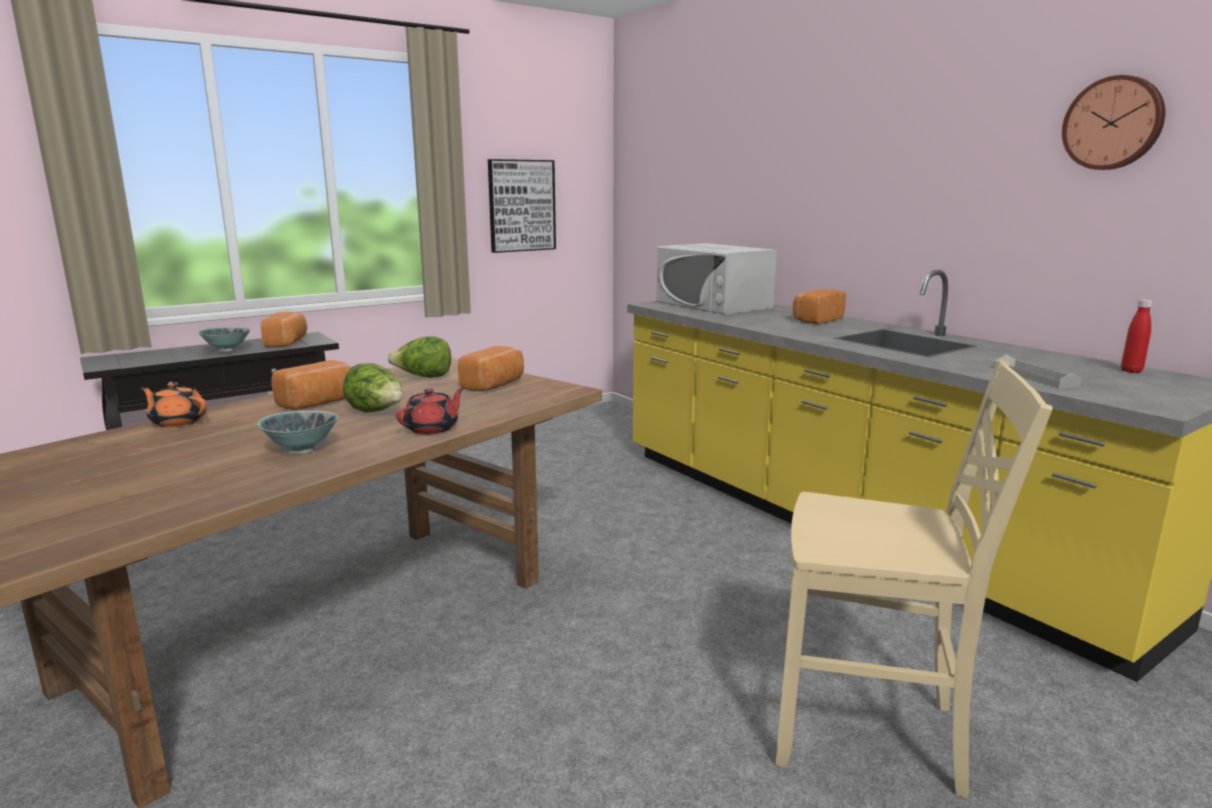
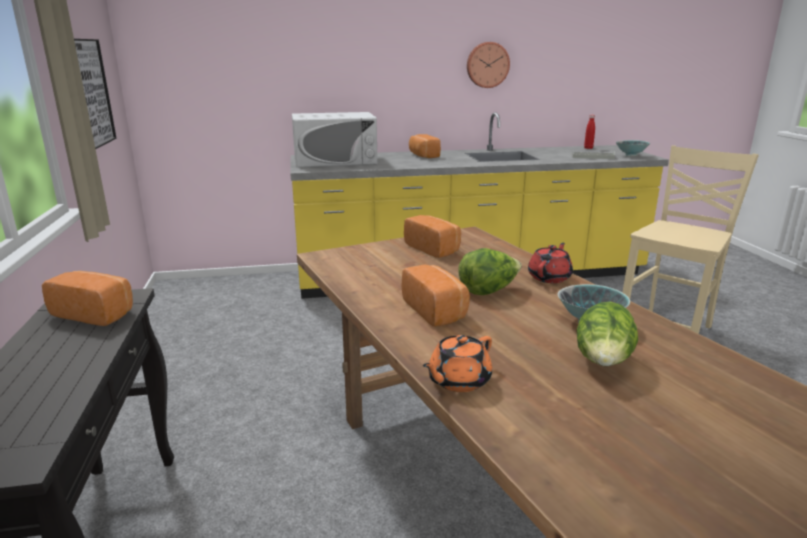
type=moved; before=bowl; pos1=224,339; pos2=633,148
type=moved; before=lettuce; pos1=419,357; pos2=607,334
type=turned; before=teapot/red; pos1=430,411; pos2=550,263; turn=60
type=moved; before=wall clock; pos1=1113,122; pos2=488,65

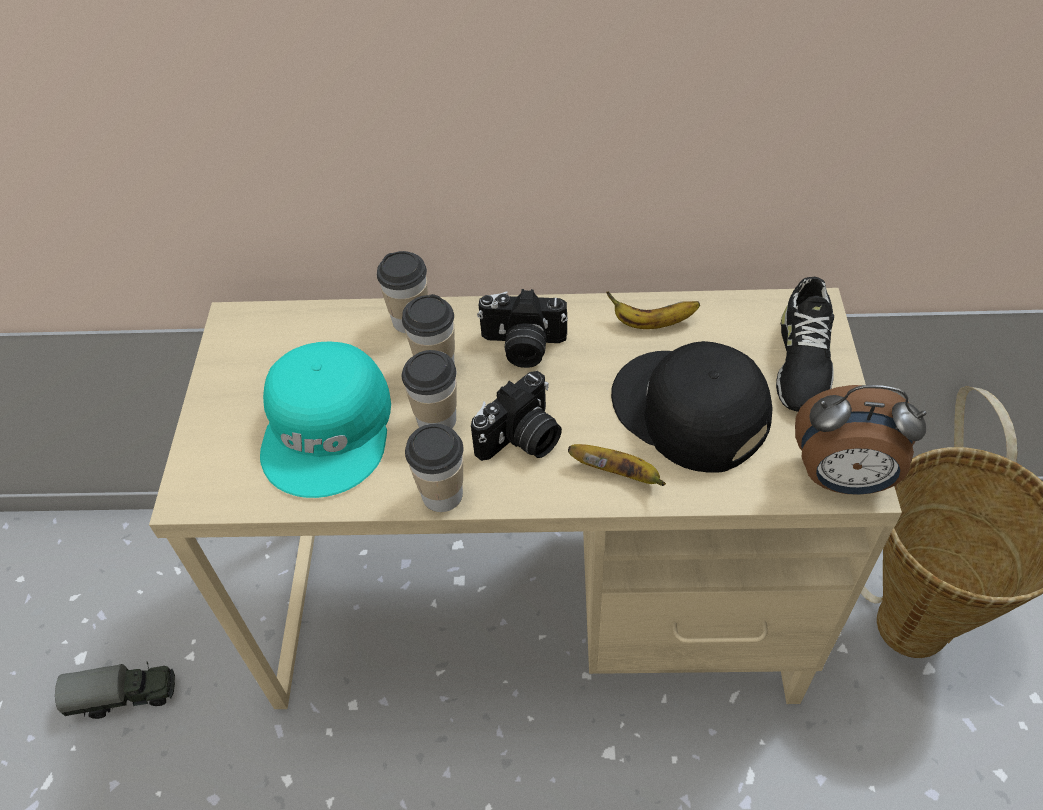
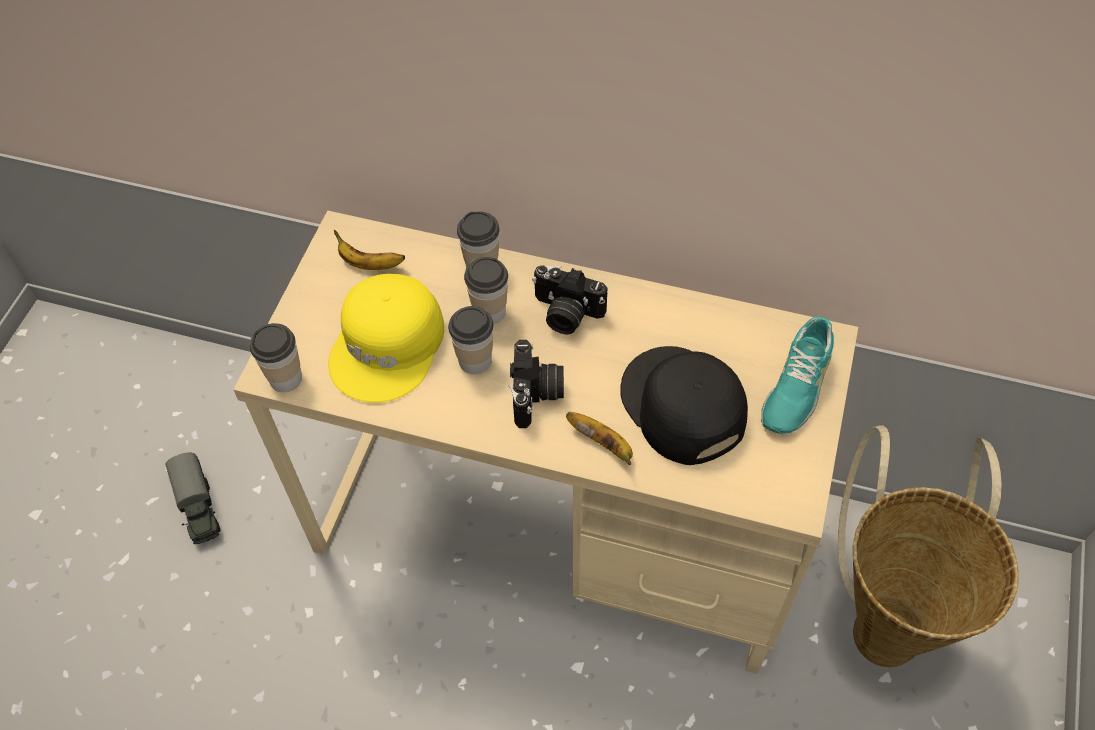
type=turned; before=toy truck; pos1=115,690; pos2=192,498; turn=60
type=recoloured; before=cap/turquoise; after=cap/yellow; pos1=325,419; pos2=386,338
type=moved; before=cup; pos1=434,468; pos2=276,357
type=turned; before=photo camera; pos1=516,416; pos2=536,384; turn=-60
type=moved; before=banana; pos1=653,310; pos2=369,250
type=recoloured; before=shoe/black; after=shoe/turquoise; pos1=805,344; pos2=797,375
type=removed; before=alarm clock; pos1=860,440

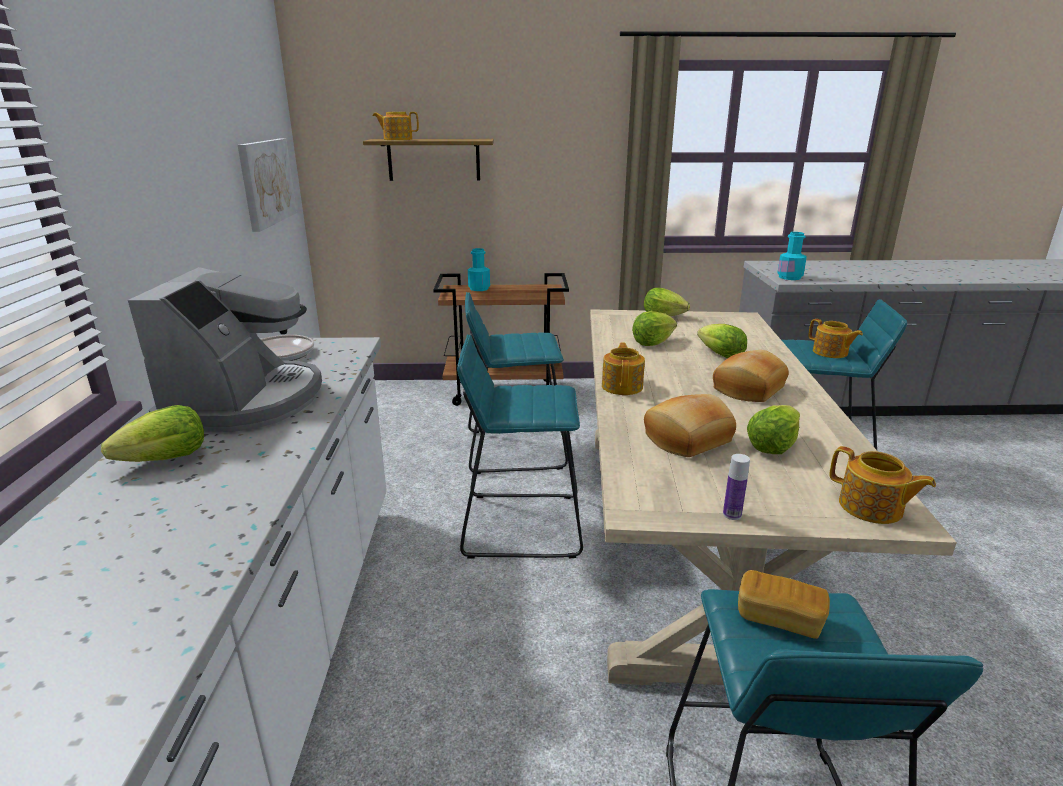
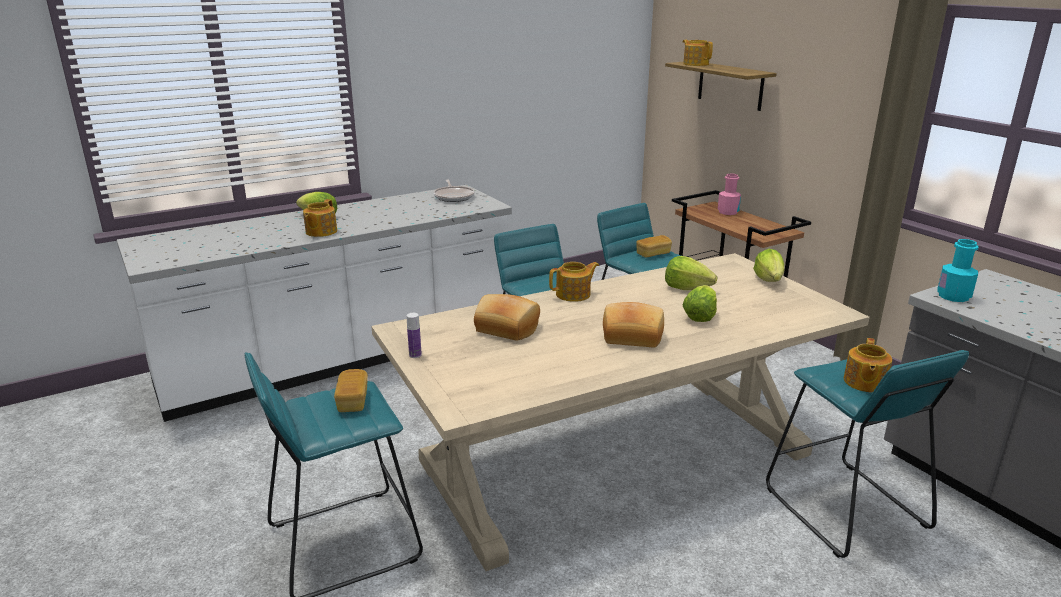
type=removed; before=coffee machine; pos1=225,349
type=removed; before=picture; pos1=267,185
type=recoloured; before=bottle/turquoise; after=bottle/pink; pos1=479,269; pos2=729,194
type=removed; before=lettuce; pos1=773,429
type=moved; before=teapot; pos1=882,485; pos2=320,218
type=added; after=bread; pos2=654,246

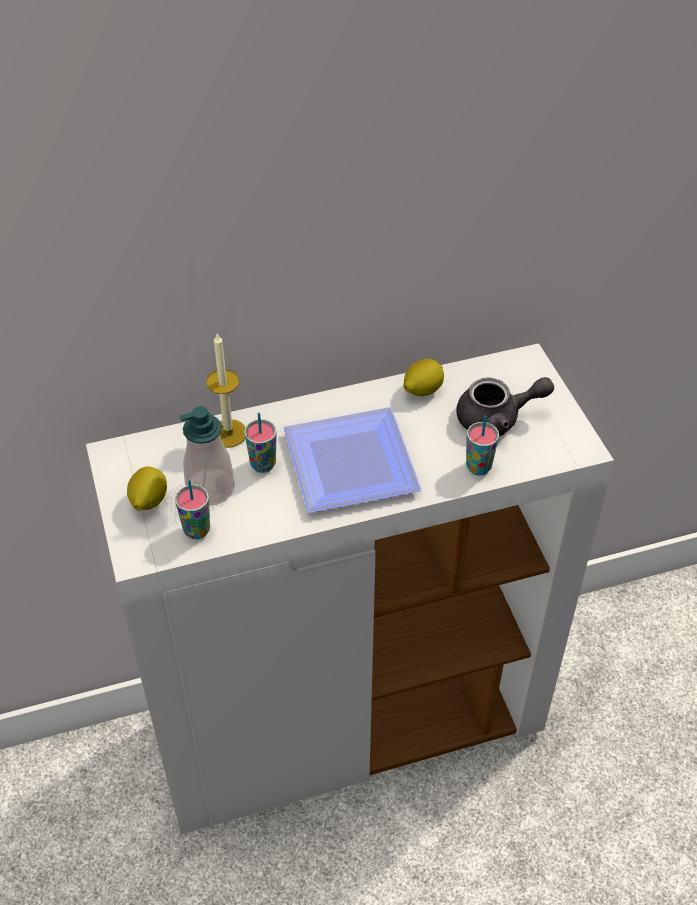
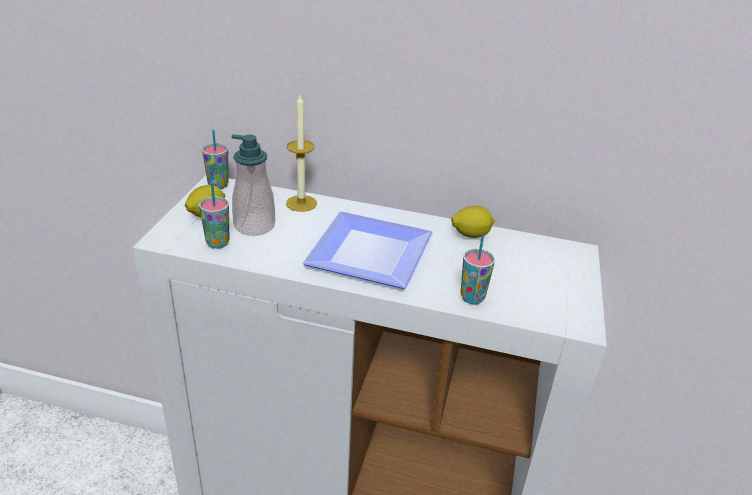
type=moved; before=cup; pos1=260,443; pos2=215,159
type=removed; before=teapot/grey; pos1=505,406

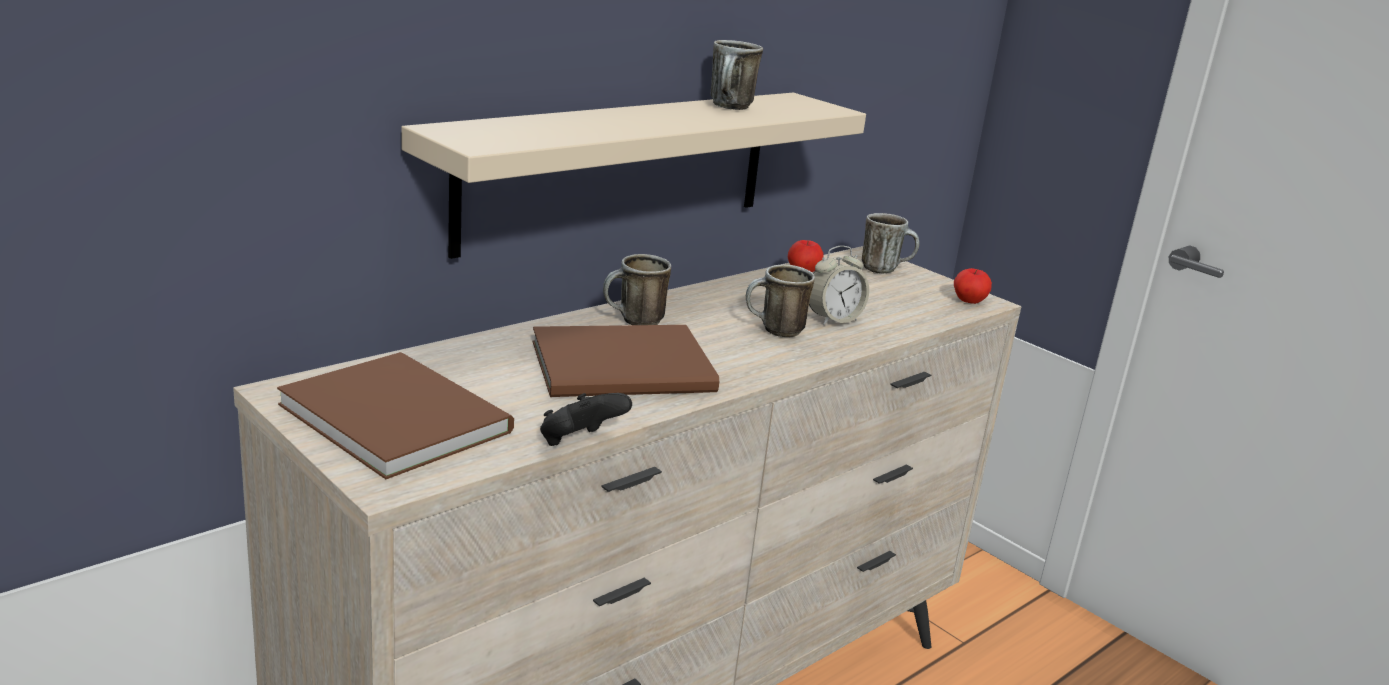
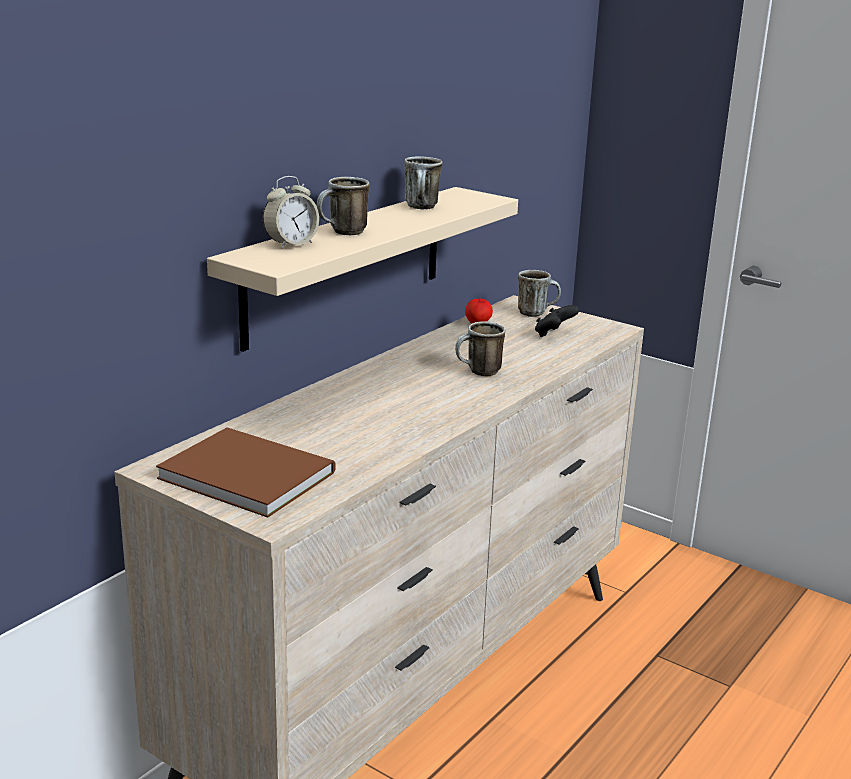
type=removed; before=book/brown; pos1=626,361
type=moved; before=game controller/black; pos1=586,419; pos2=557,321
type=moved; before=mug; pos1=637,289; pos2=343,206
type=moved; before=alarm clock; pos1=839,285; pos2=291,212
type=removed; before=apple; pos1=973,286

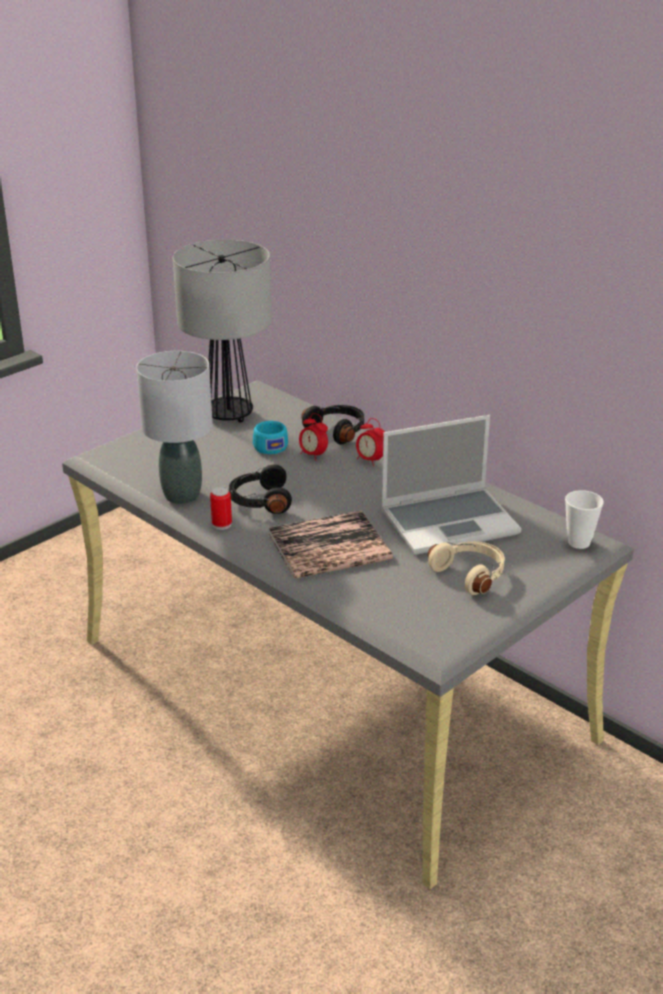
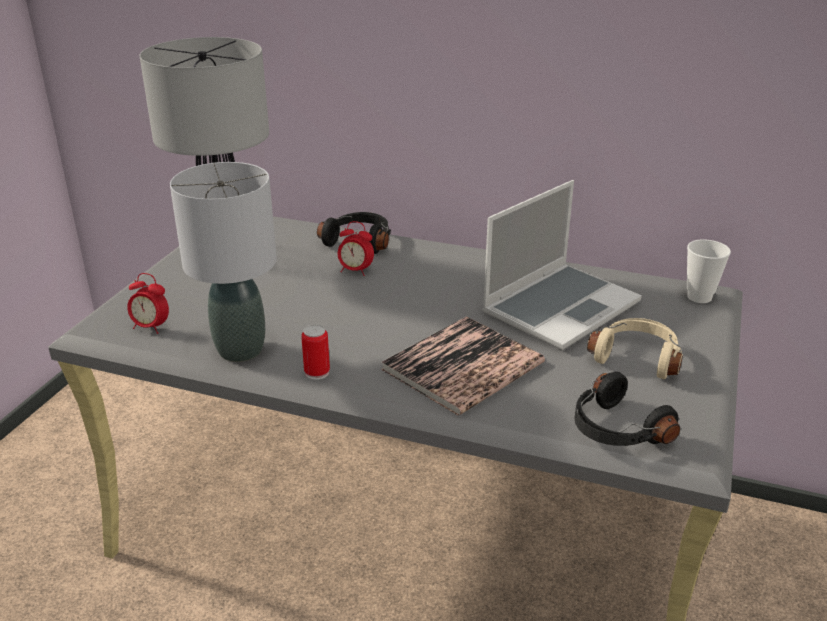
type=moved; before=headphones/black; pos1=260,489; pos2=627,409
type=removed; before=cup/turquoise; pos1=270,437
type=moved; before=alarm clock; pos1=370,442; pos2=148,303

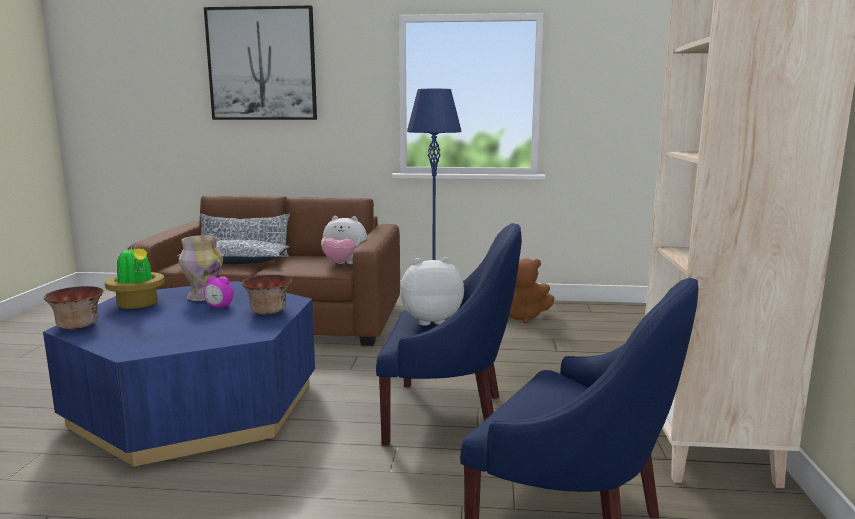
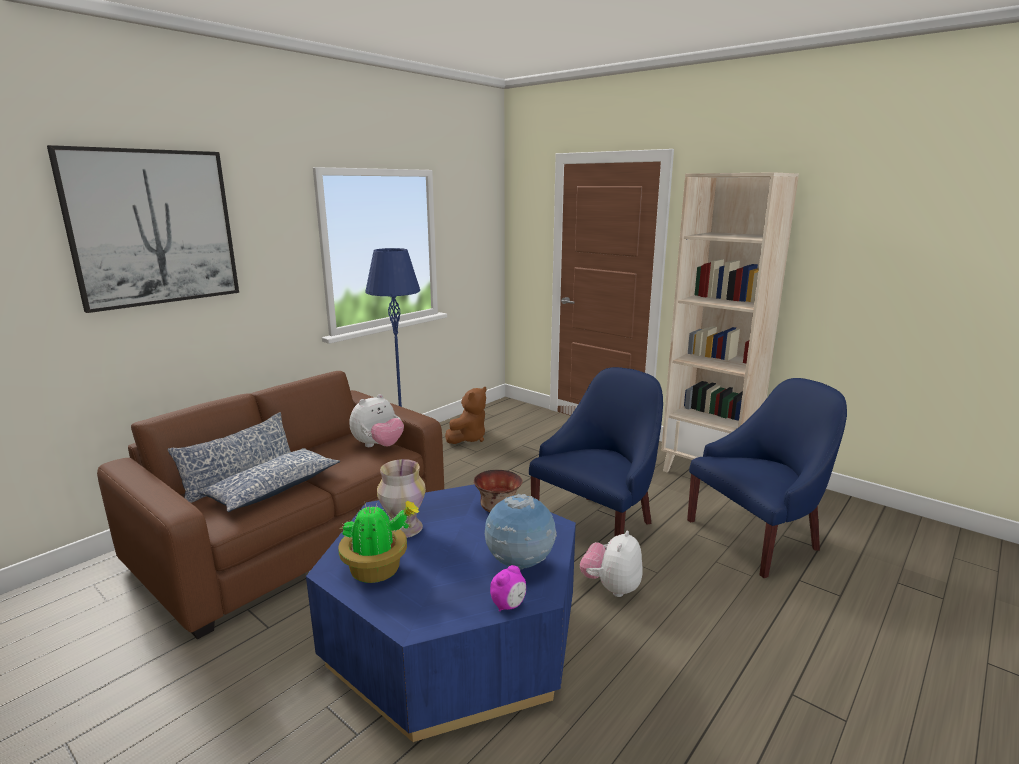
type=removed; before=bowl; pos1=74,307
type=moved; before=alarm clock; pos1=219,292; pos2=508,588
type=moved; before=plush toy; pos1=432,291; pos2=611,564
type=added; after=globe; pos2=521,531

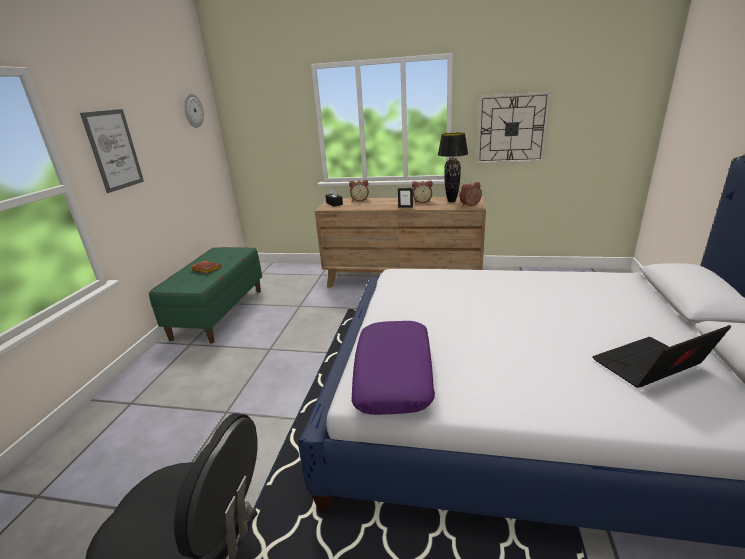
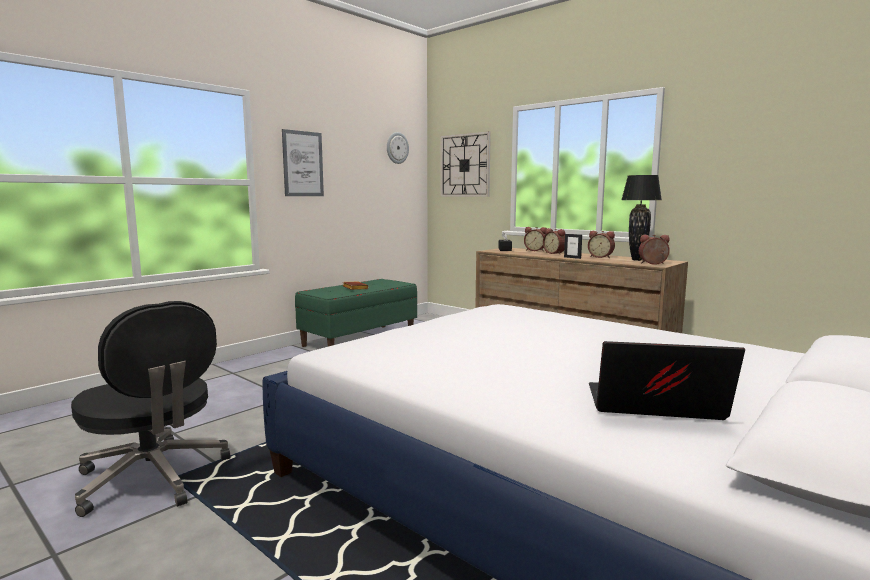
type=removed; before=pillow/purple; pos1=393,368
type=moved; before=wall clock; pos1=514,128; pos2=465,164
type=added; after=alarm clock; pos2=554,241

